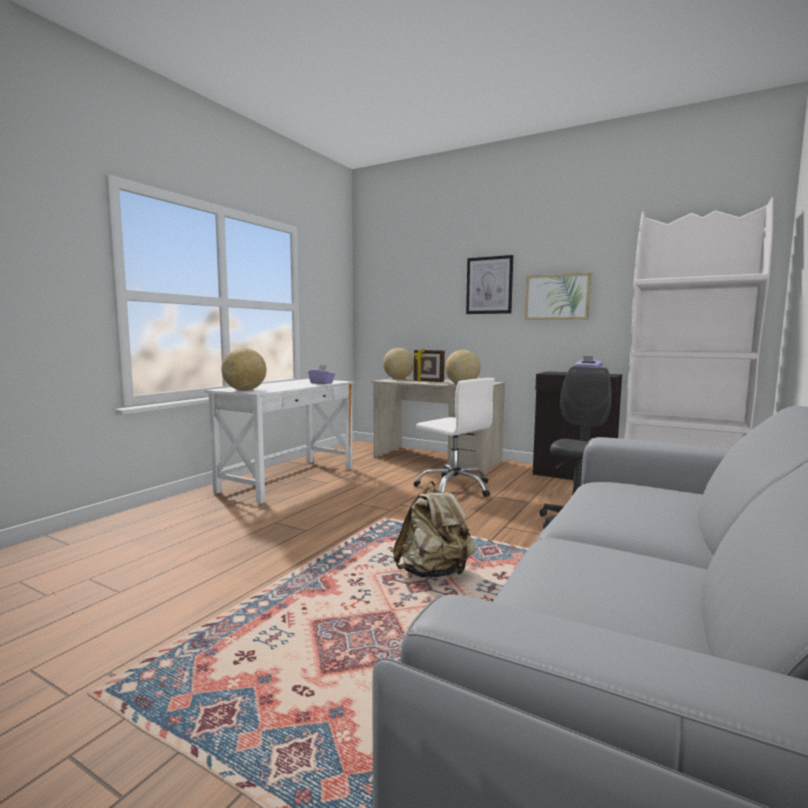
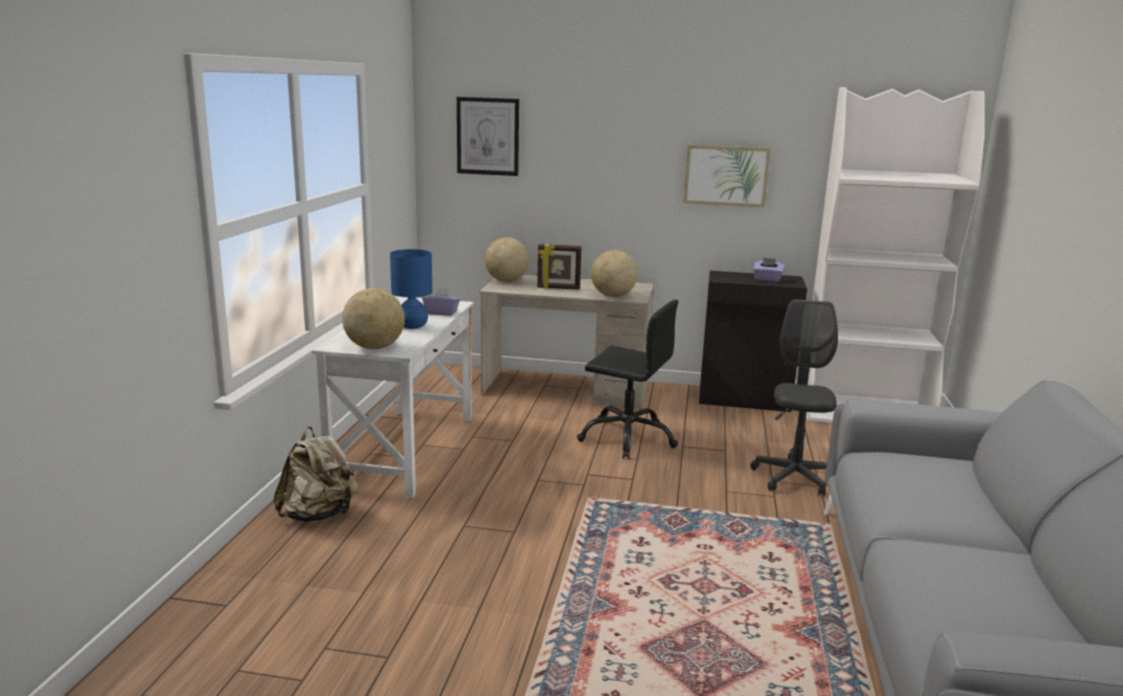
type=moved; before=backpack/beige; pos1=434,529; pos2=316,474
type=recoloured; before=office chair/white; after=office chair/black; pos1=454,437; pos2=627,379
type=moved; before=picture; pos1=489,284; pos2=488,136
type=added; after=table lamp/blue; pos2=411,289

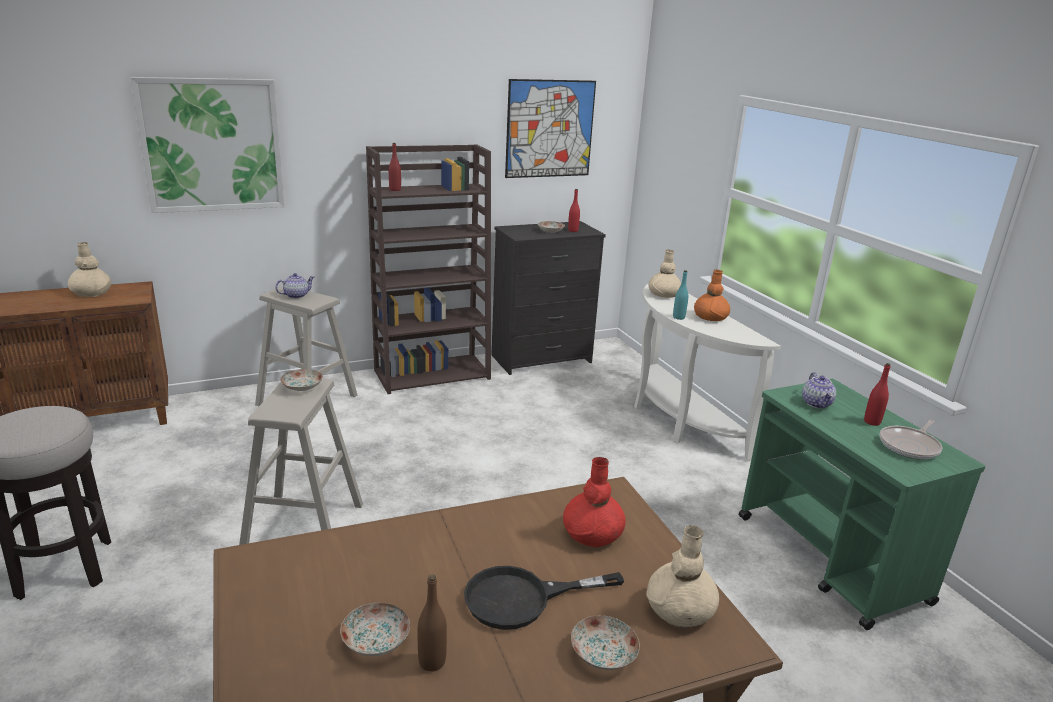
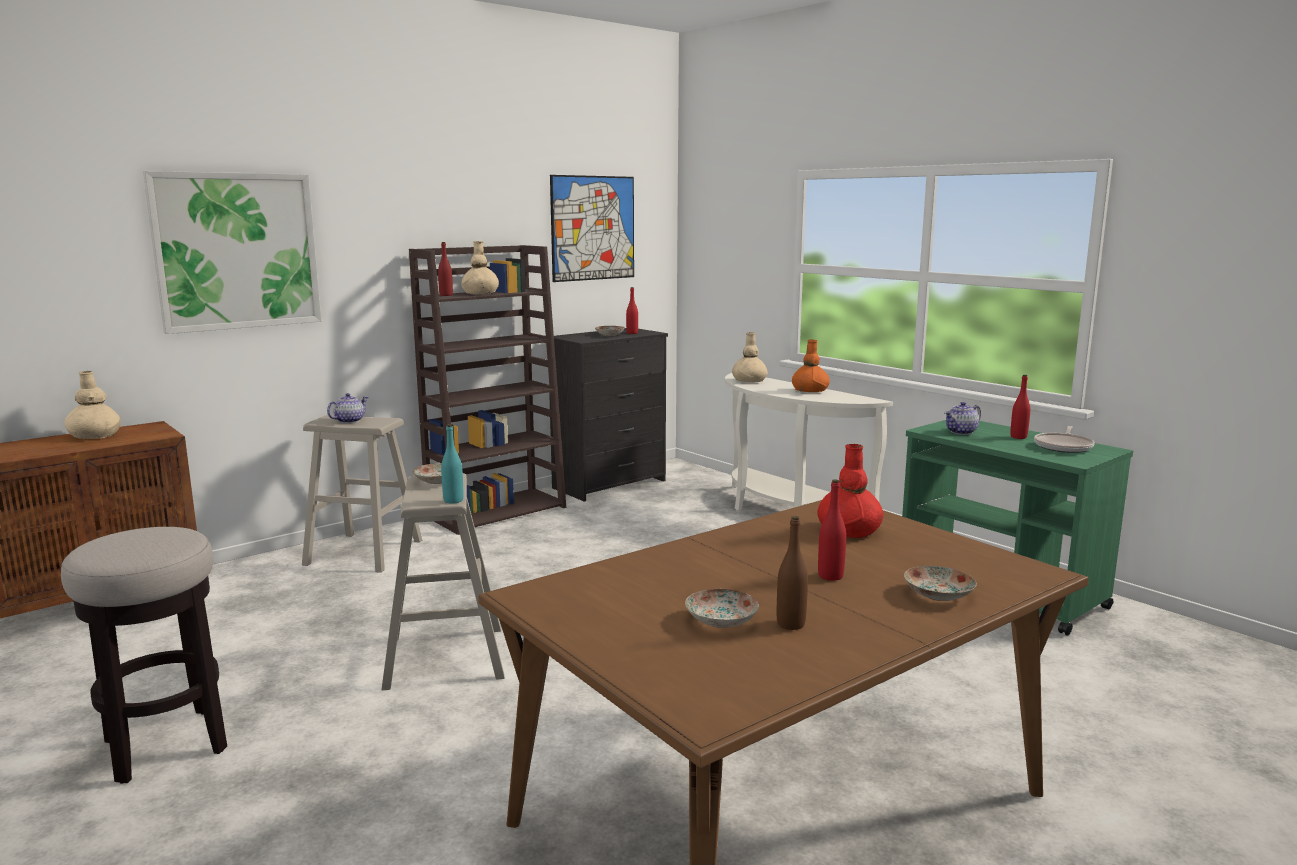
type=replaced; before=frying pan/black; after=bottle/red; pos1=544,598; pos2=832,530
type=moved; before=vase/beige; pos1=682,576; pos2=480,268
type=moved; before=bottle/turquoise; pos1=680,295; pos2=452,464
type=turned; before=teapot; pos1=819,390; pos2=963,418; turn=75

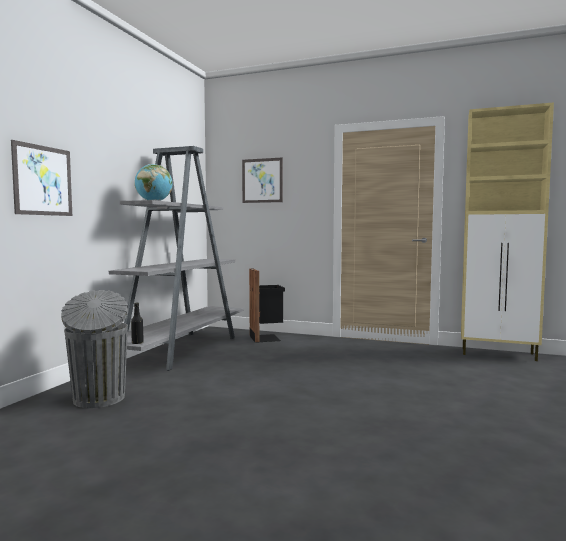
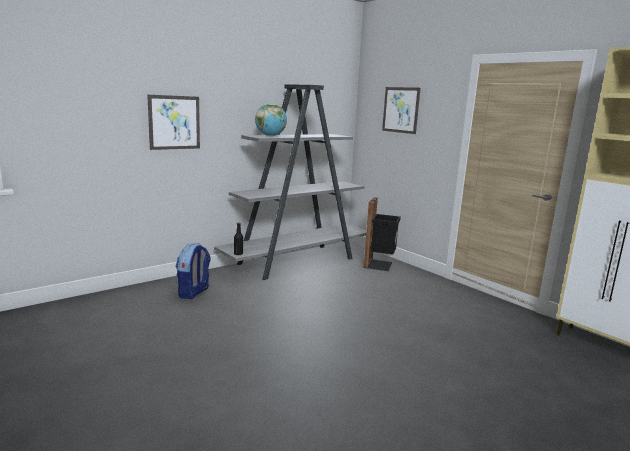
type=replaced; before=trash can/grey; after=backpack; pos1=94,349; pos2=193,271

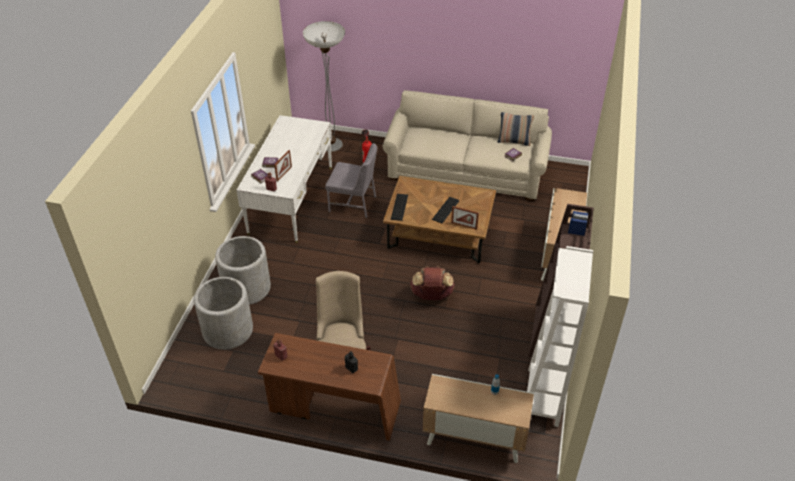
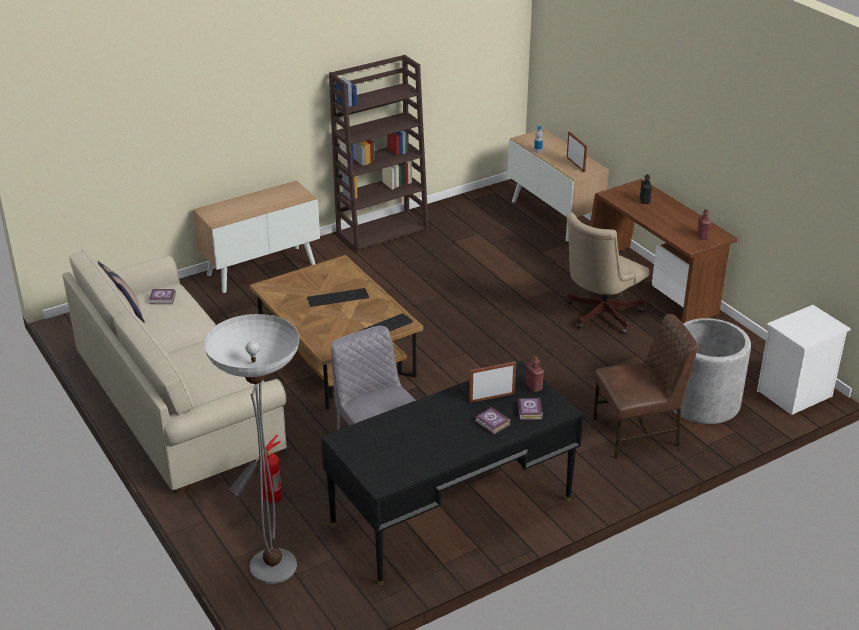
type=replaced; before=planter/grey; after=chair/brown; pos1=243,270; pos2=645,386
type=recoloured; before=desk/white; after=desk/black; pos1=284,179; pos2=452,473
type=removed; before=backpack/brown; pos1=432,283
type=moved; before=picture frame; pos1=465,218; pos2=577,151
type=removed; before=bookcase/white; pos1=560,336
type=added; after=nightstand/white; pos2=804,360

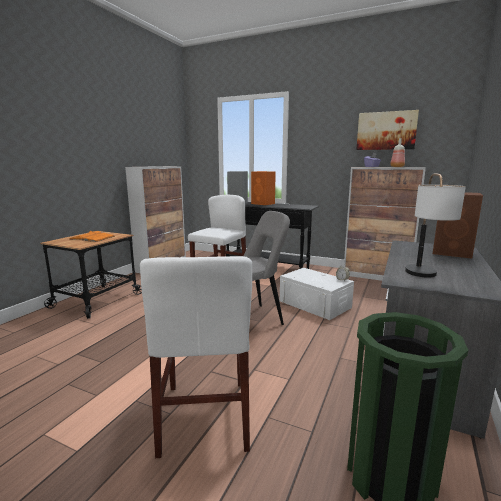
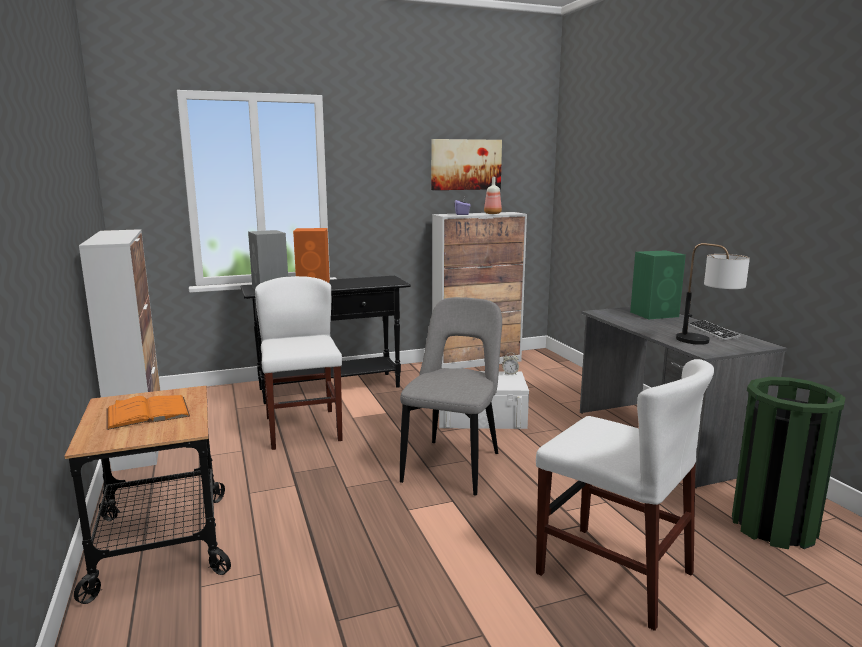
type=recoloured; before=speaker/brown; after=speaker/green; pos1=458,225; pos2=658,284
type=added; after=keyboard; pos2=714,330

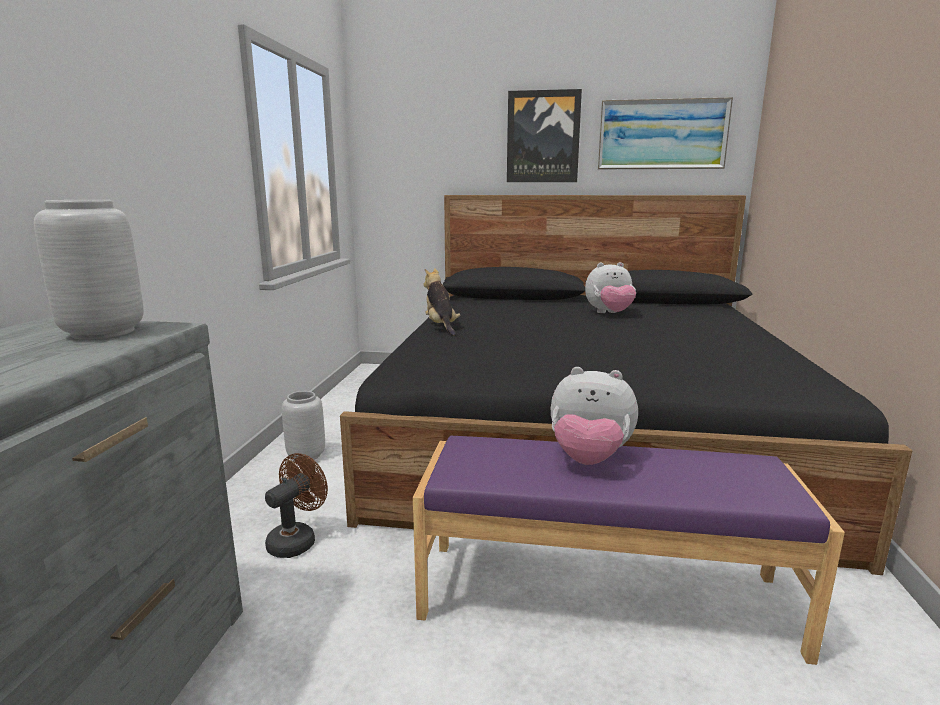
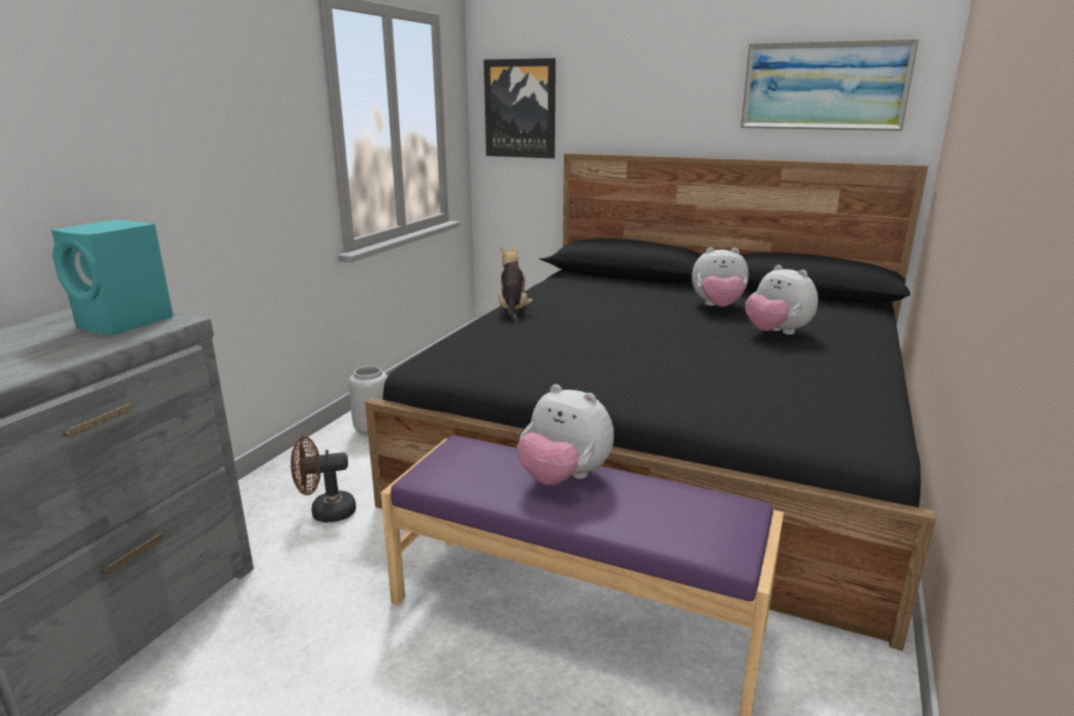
type=replaced; before=vase/grey; after=speaker/turquoise; pos1=89,269; pos2=112,277
type=turned; before=fan/brown; pos1=296,505; pos2=323,480; turn=-150
type=moved; before=picture; pos1=544,135; pos2=520,108
type=added; after=plush toy; pos2=781,300

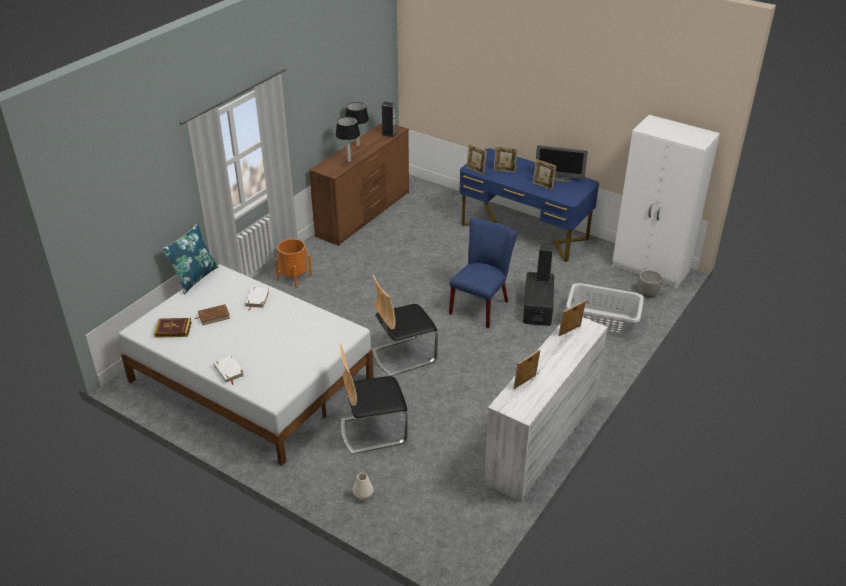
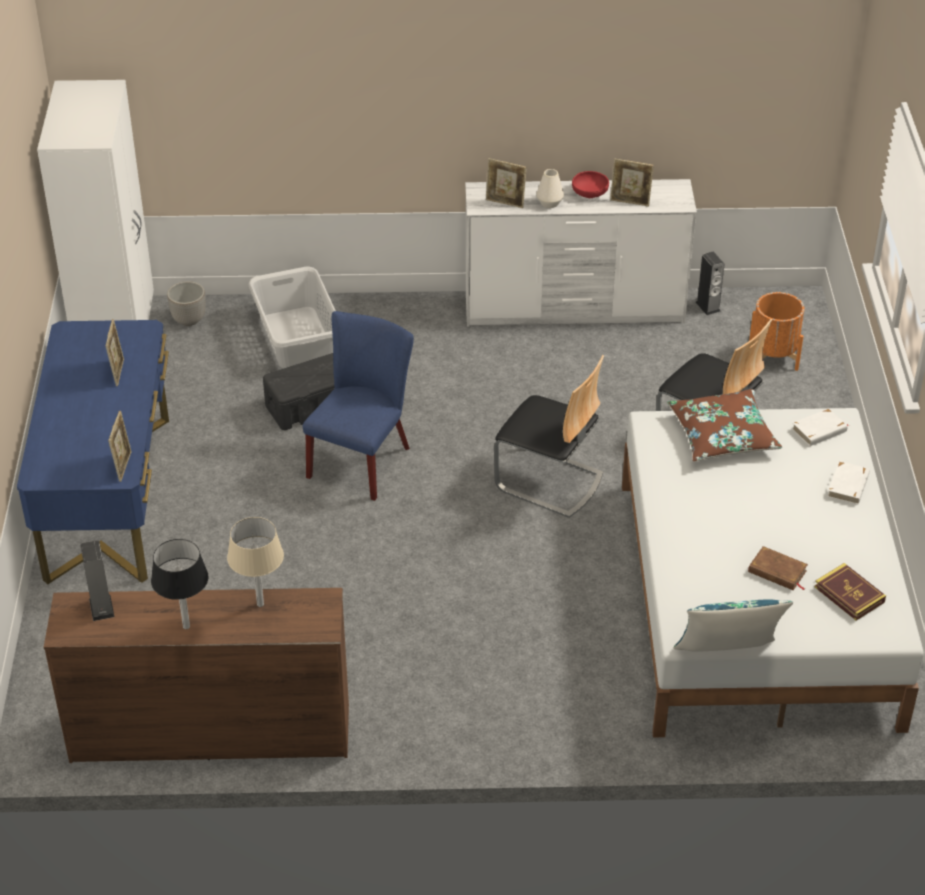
type=moved; before=book/white; pos1=257,299; pos2=820,427
type=moved; before=planter/orange; pos1=293,263; pos2=777,331
type=recoloured; before=table lamp/black; after=table lamp/beige; pos1=347,139; pos2=255,562
type=moved; before=vase/white; pos1=363,486; pos2=550,188
type=turned; before=chair/blue; pos1=483,273; pos2=358,406; turn=120
type=removed; before=picture frame; pos1=506,159
type=moved; before=speaker; pos1=544,263; pos2=710,283
type=removed; before=monitor; pos1=562,164
type=added; after=bowl/red; pos2=590,184
type=added; after=pillow/brown; pos2=724,425

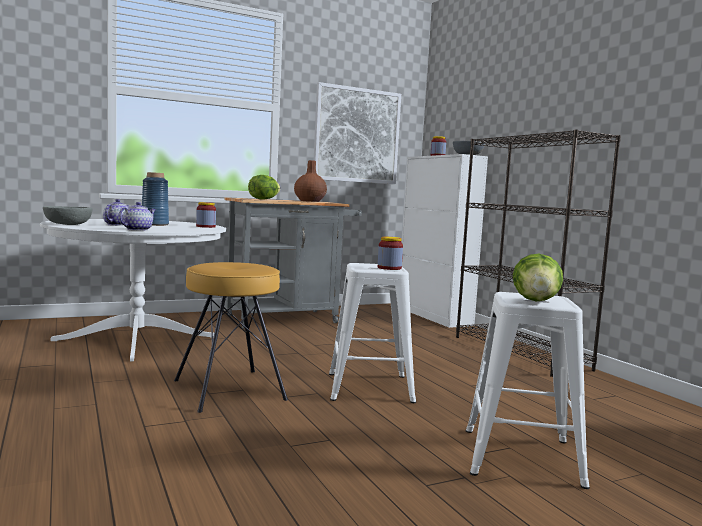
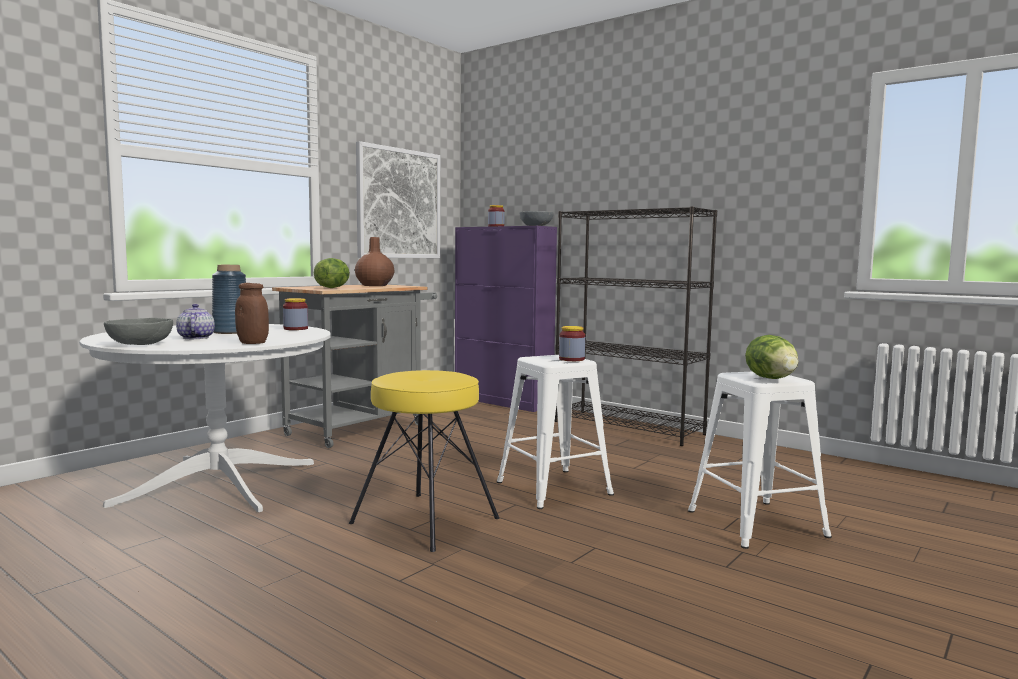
type=replaced; before=teapot; after=jar/brown; pos1=137,216; pos2=252,313
type=recoloured; before=stool/brown; after=stool/yellow; pos1=231,337; pos2=424,461
type=recoloured; before=cabinet/white; after=cabinet/purple; pos1=445,241; pos2=506,319

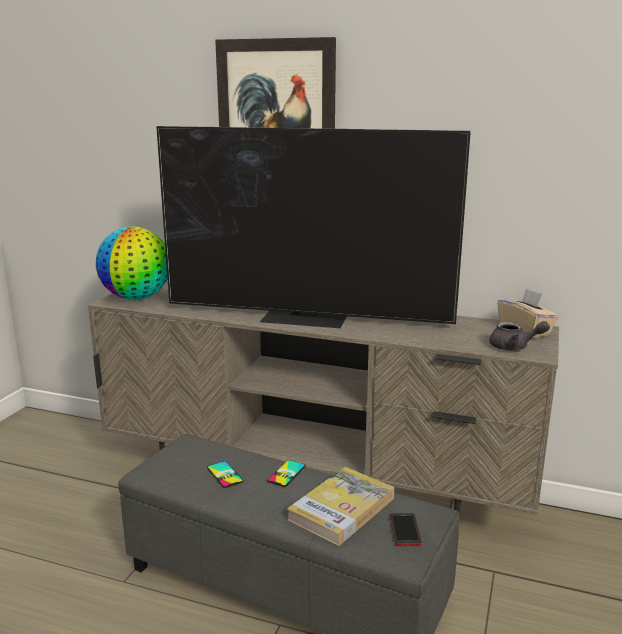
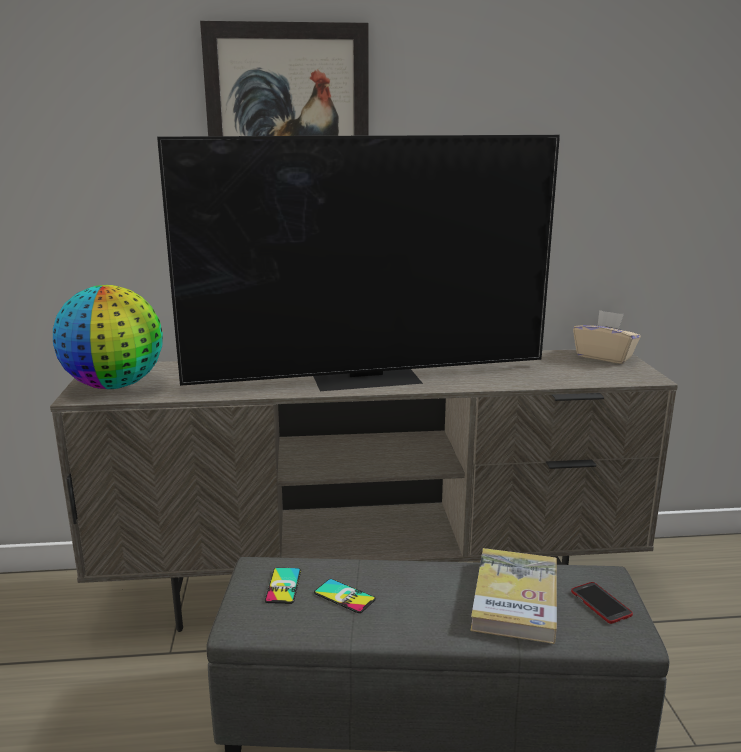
type=moved; before=phone; pos1=286,473; pos2=283,586
type=removed; before=teapot/grey; pos1=519,336

